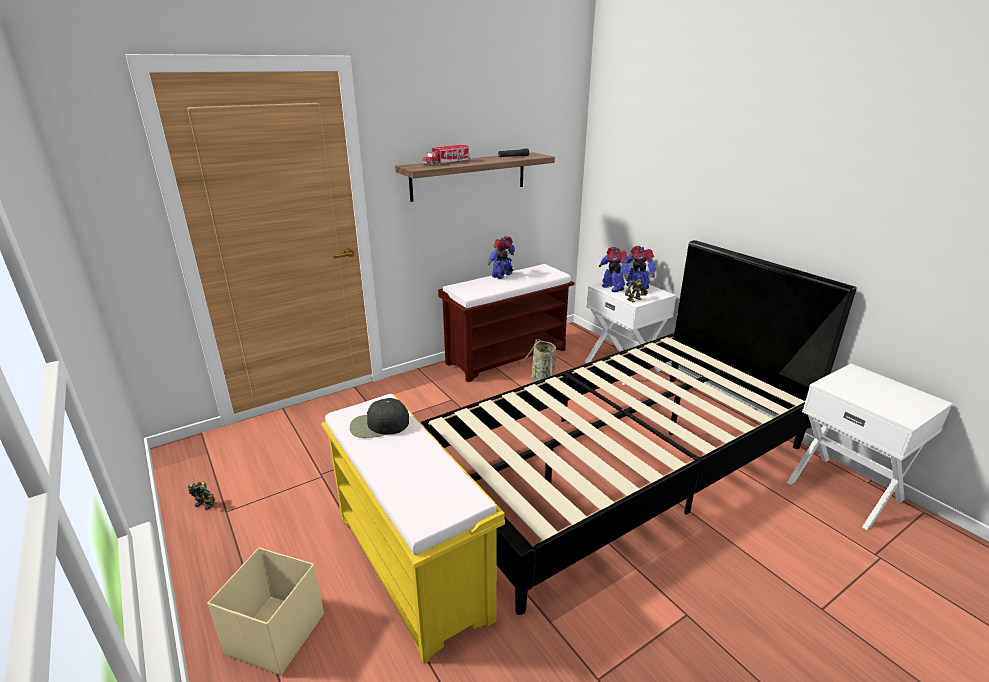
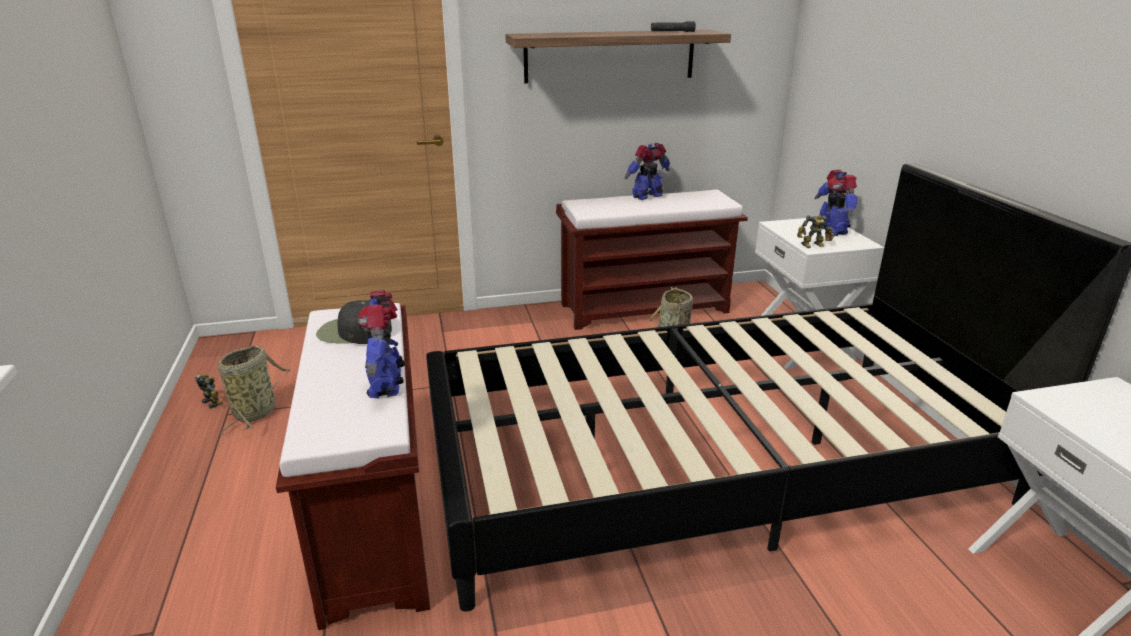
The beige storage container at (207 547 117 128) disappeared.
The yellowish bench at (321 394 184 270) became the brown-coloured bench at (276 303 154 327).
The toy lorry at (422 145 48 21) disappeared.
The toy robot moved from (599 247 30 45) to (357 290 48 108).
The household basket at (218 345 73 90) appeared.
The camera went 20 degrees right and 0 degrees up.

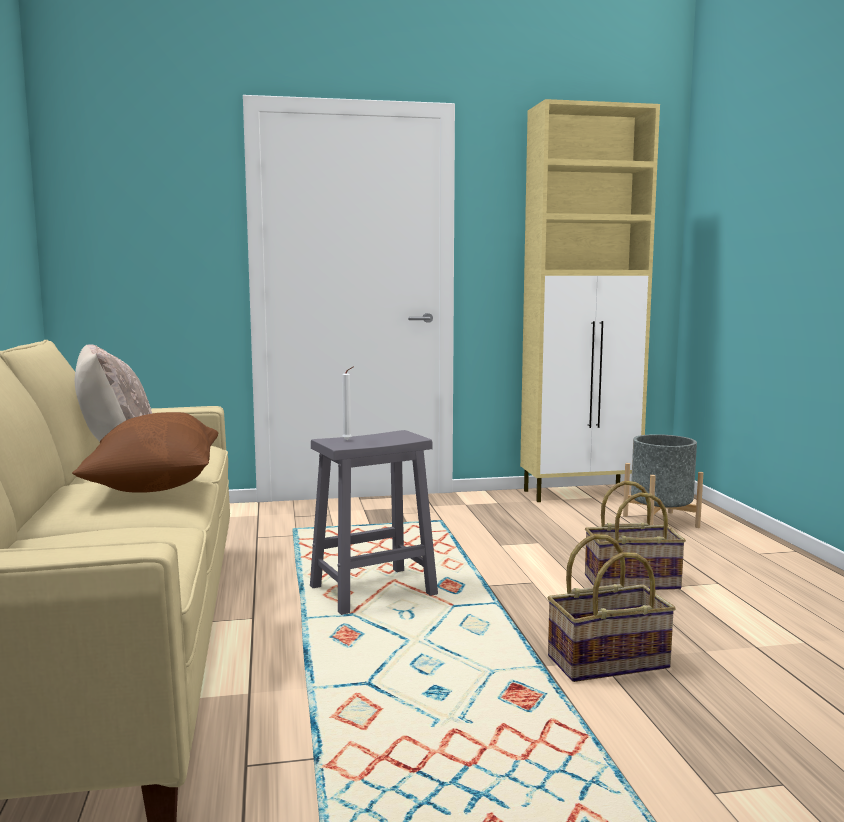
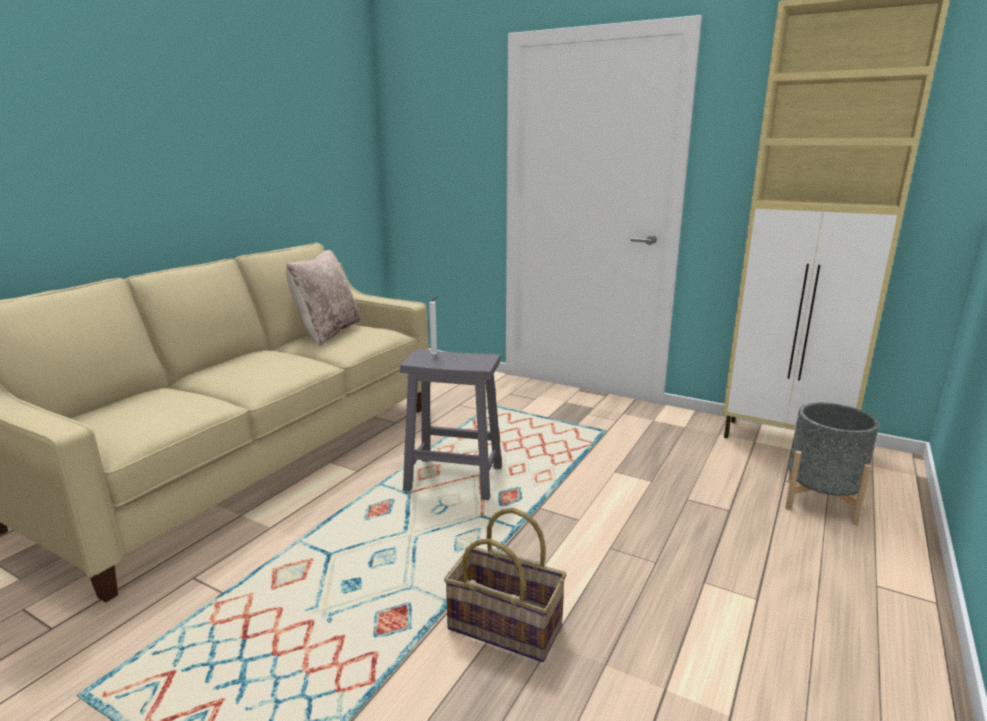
The brown-coloured throw pillow at (72 412 146 81) disappeared.
The household basket at (585 481 101 109) disappeared.
The camera went 40 degrees right and 10 degrees up.

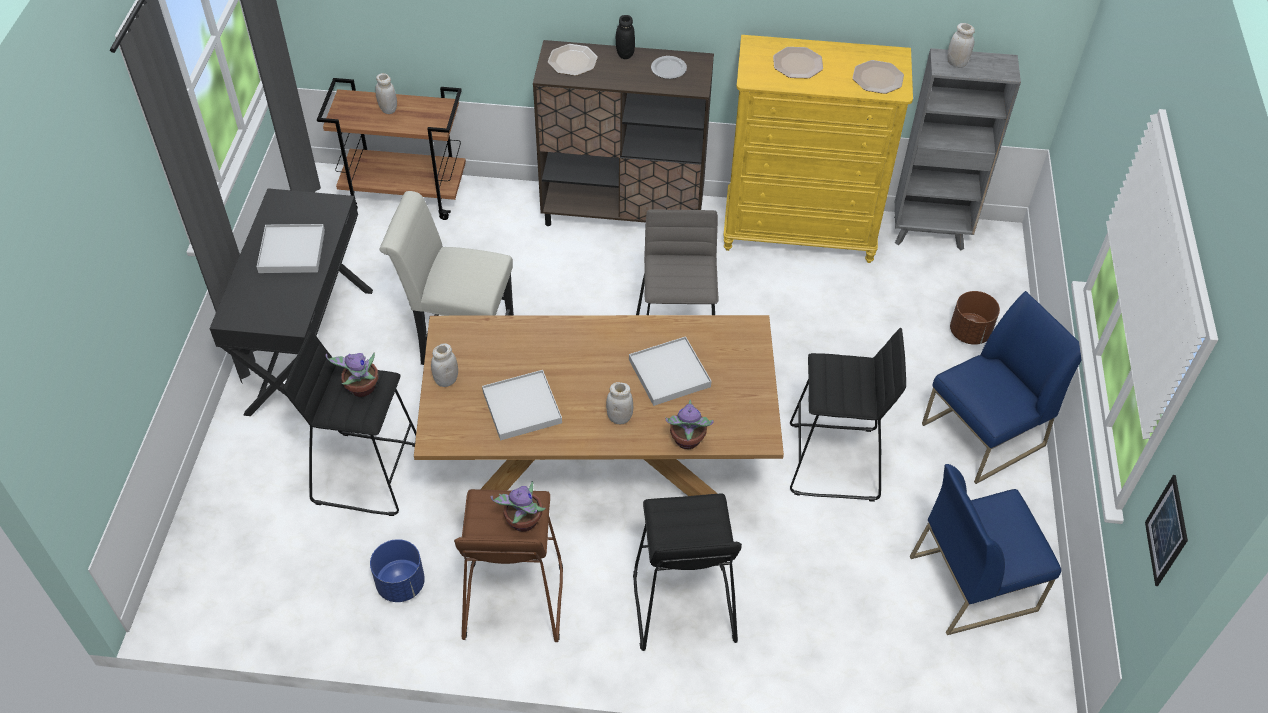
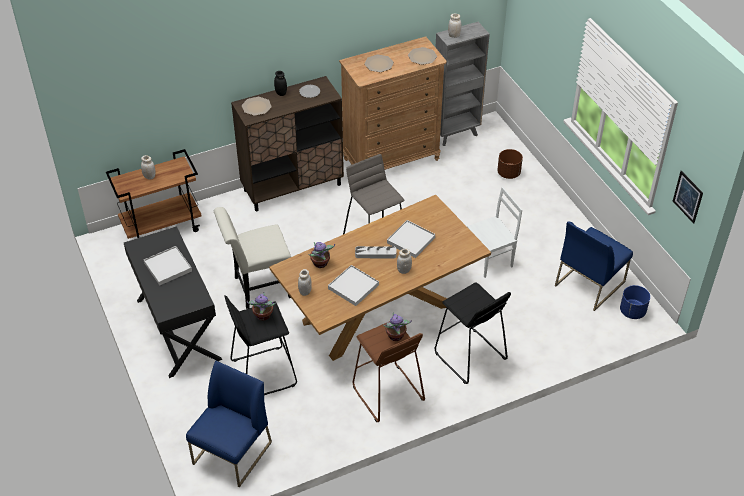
The bluish flower pot moved from (370 539 55 63) to (620 285 30 34).
The potted plant moved from (665 400 49 49) to (308 242 27 26).
The yellowish dresser at (724 35 189 228) became the brown-coloured dresser at (339 37 107 133).
The black-coloured stool at (790 328 116 174) was replaced by the whitish chair at (467 187 55 91).
The bluish chair moved from (922 291 159 193) to (186 361 86 126).
The grey serving tray at (355 246 41 12) appeared.
The camera went 30 degrees left and 5 degrees down.

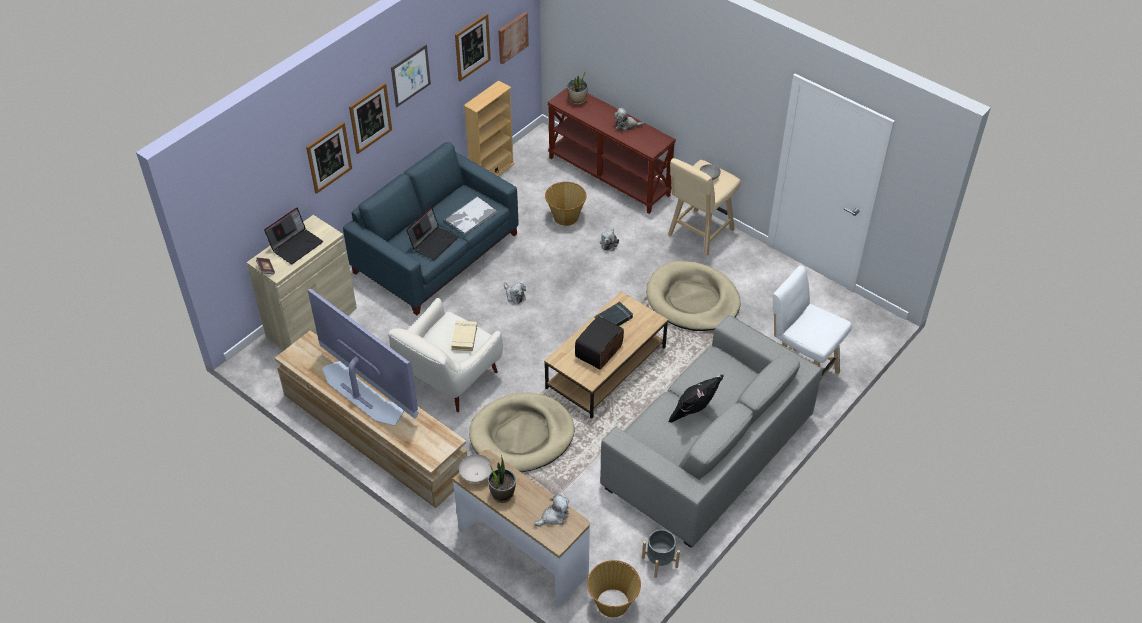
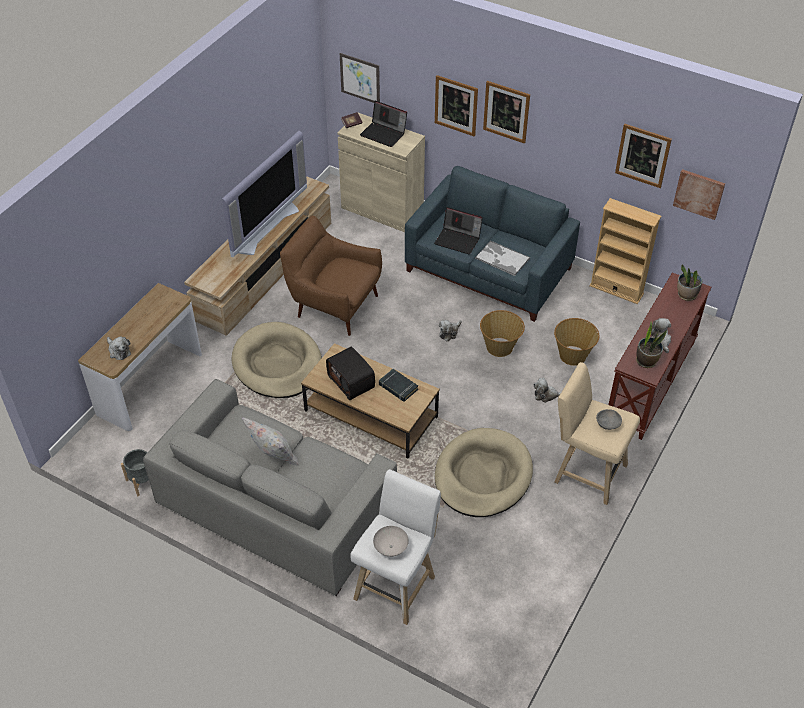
The whitish easy chair at (388 298 115 114) became the brown-coloured easy chair at (280 216 102 120).
The picture moved from (391 44 40 63) to (340 53 40 50).
The beige book at (451 320 26 31) disappeared.
The whitish deep dish moved from (459 454 33 29) to (373 526 36 31).
The potted plant moved from (488 455 28 48) to (636 322 31 46).
The radio set at (575 316 49 54) turned 150 degrees counterclockwise.
The household basket moved from (587 560 54 57) to (480 310 45 47).
The black-coloured throw pillow at (669 375 55 47) became the whitish throw pillow at (242 417 57 49).
The camera went 80 degrees right and 0 degrees up.

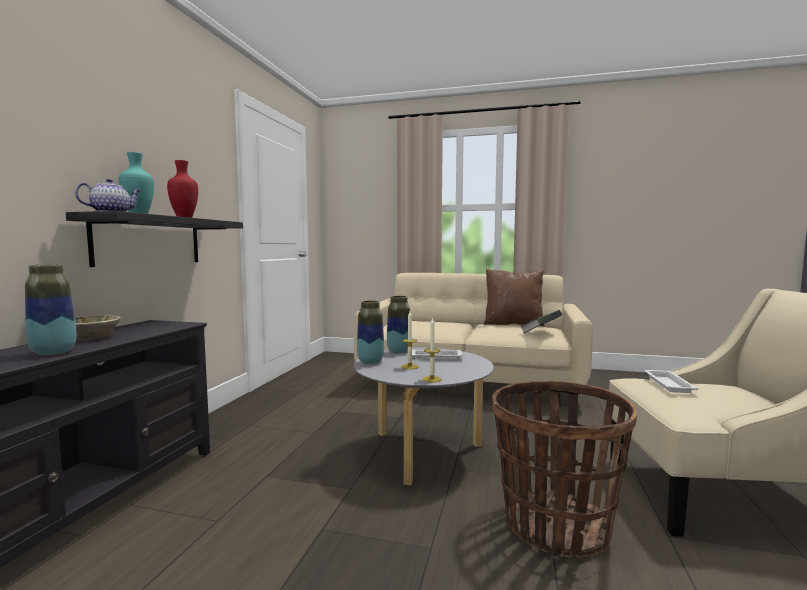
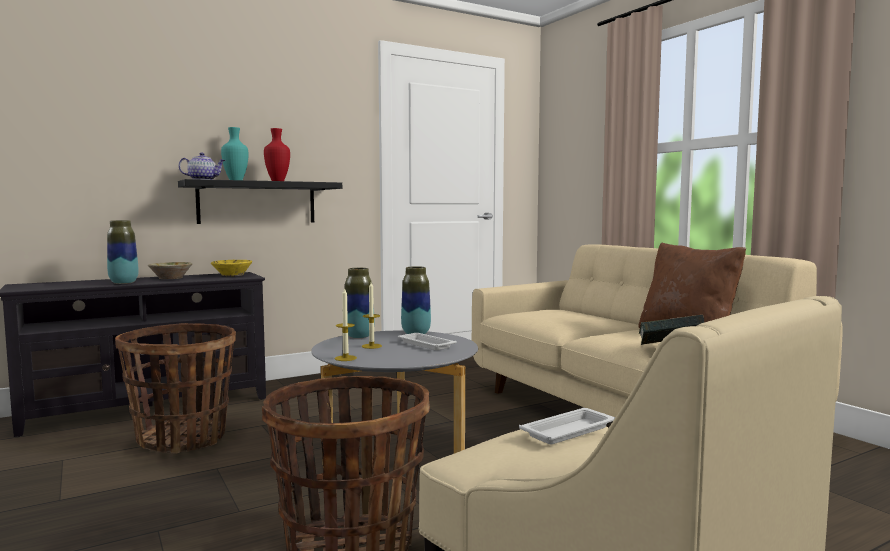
The household basket at (115 323 121 131) appeared.
The yellowish deep dish at (211 260 41 16) appeared.
The camera went 45 degrees right and 0 degrees up.

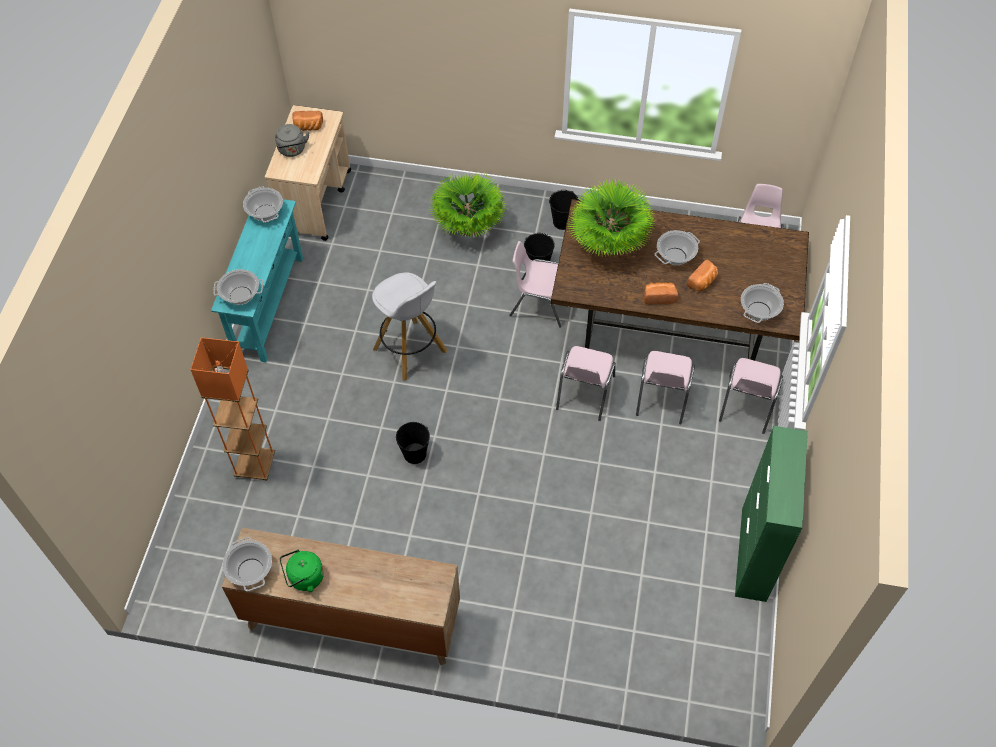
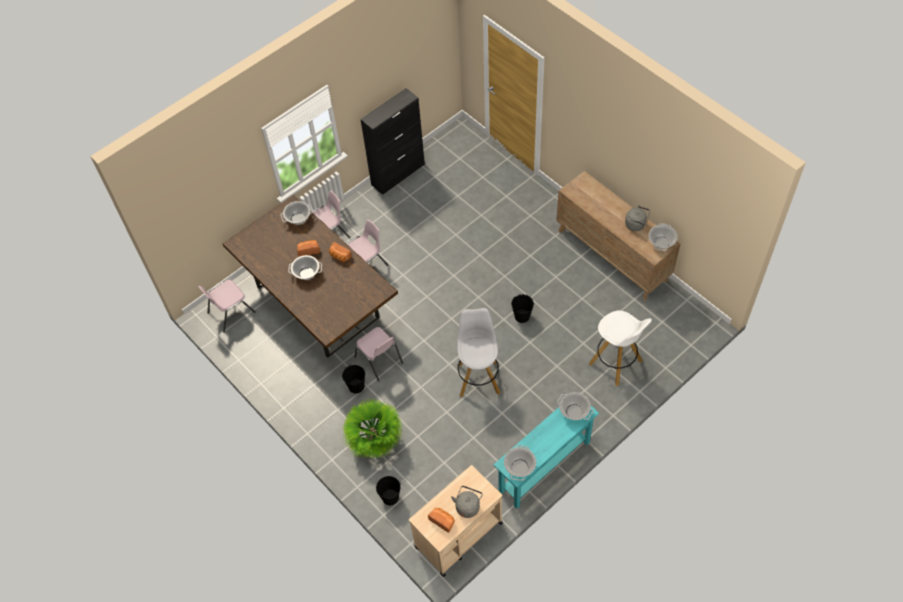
The orange-coloured floor lamp at (190 337 85 144) was replaced by the whitish stool at (589 311 63 75).
The green-coloured kettle at (280 550 44 42) became the grey kettle at (625 205 25 26).
The black-coloured water bucket moved from (549 190 30 40) to (376 476 25 29).
The pink chair at (556 346 60 75) disappeared.
The potted plant at (567 179 88 77) disappeared.
The green-coloured cupboard at (735 426 73 176) became the black-coloured cupboard at (361 88 64 107).
The camera went 140 degrees left and 0 degrees up.

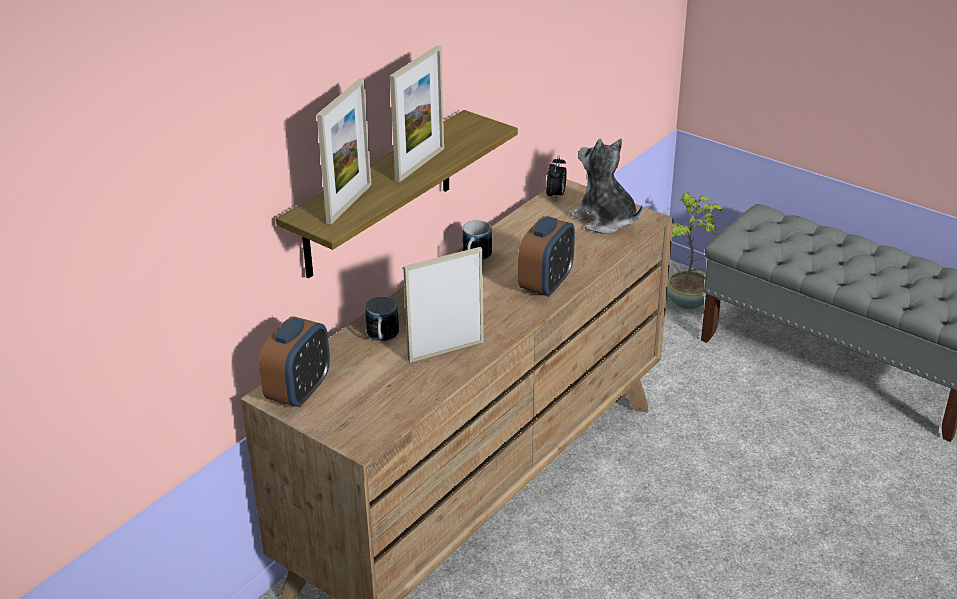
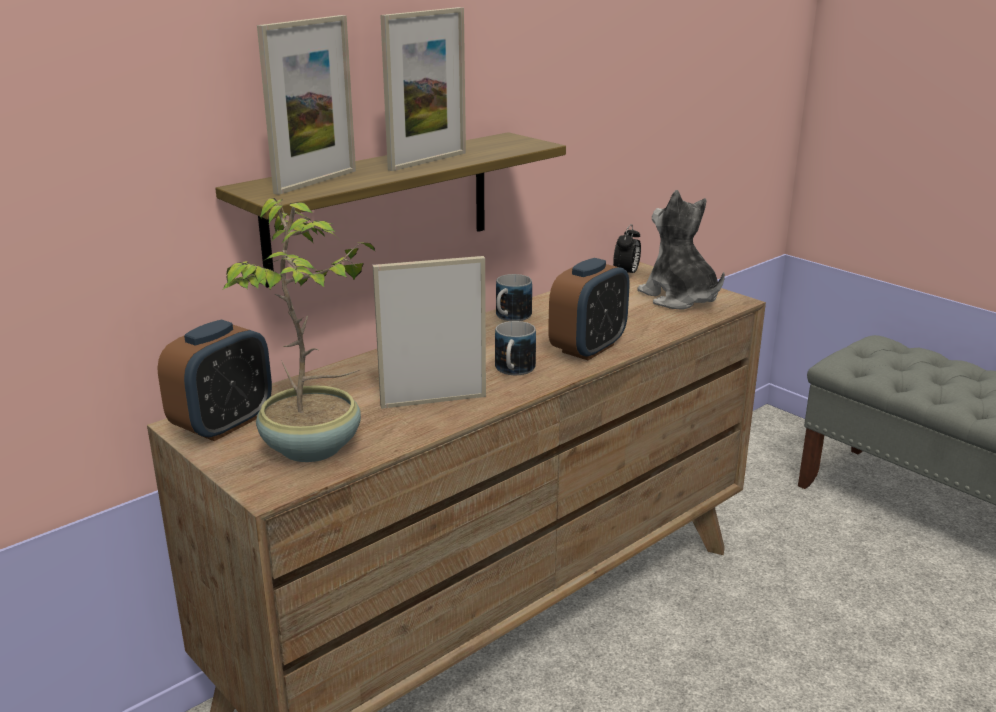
The tea mug moved from (365 297 34 45) to (495 321 41 54).
The potted plant moved from (667 192 57 117) to (223 198 152 264).
The camera went 10 degrees right and 10 degrees down.

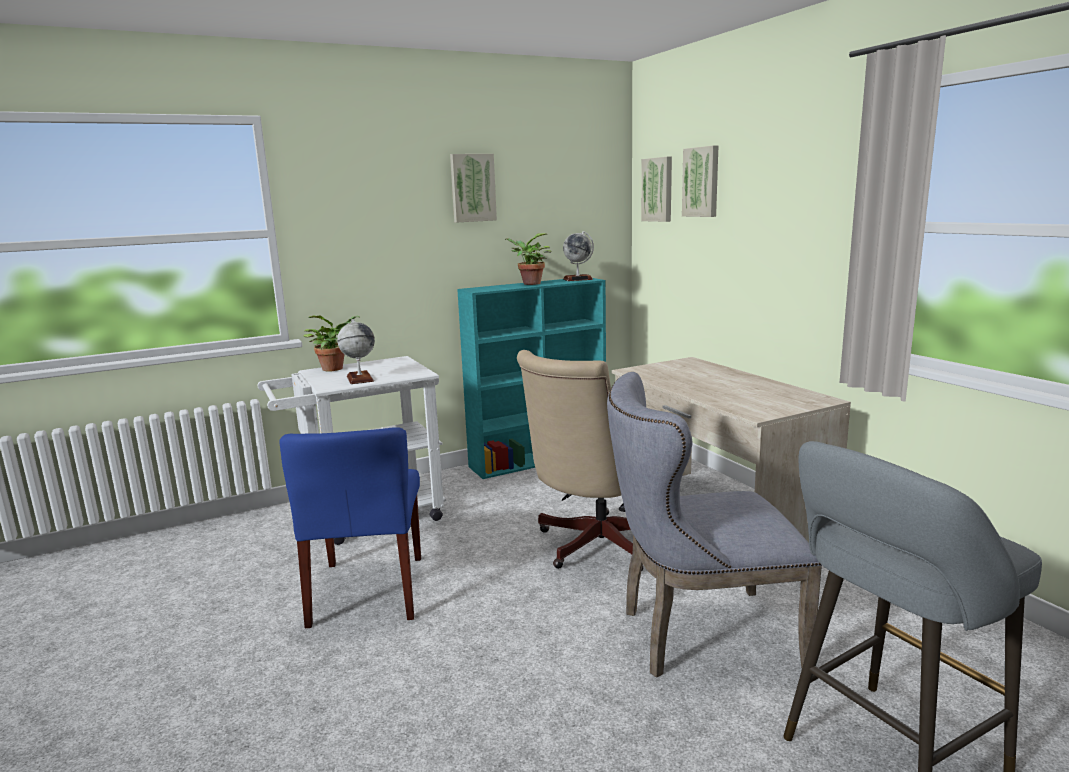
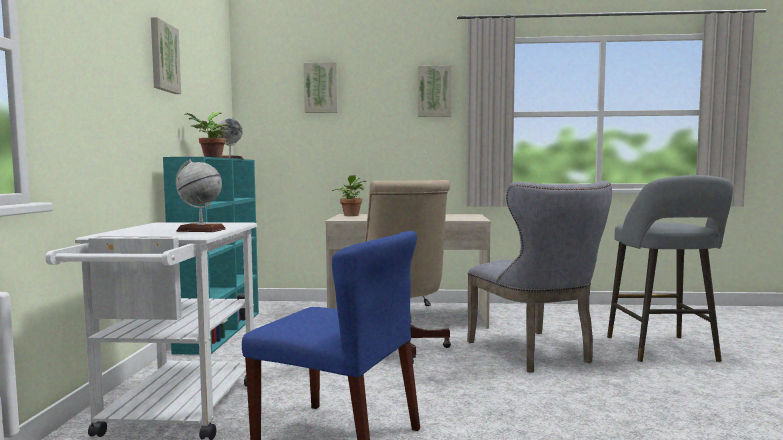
The potted plant moved from (303 315 57 56) to (332 175 34 41).
The grey chair at (607 372 215 306) turned 45 degrees counterclockwise.
The picture moved from (641 157 31 65) to (418 65 34 52).
The camera went 60 degrees left and 10 degrees down.

